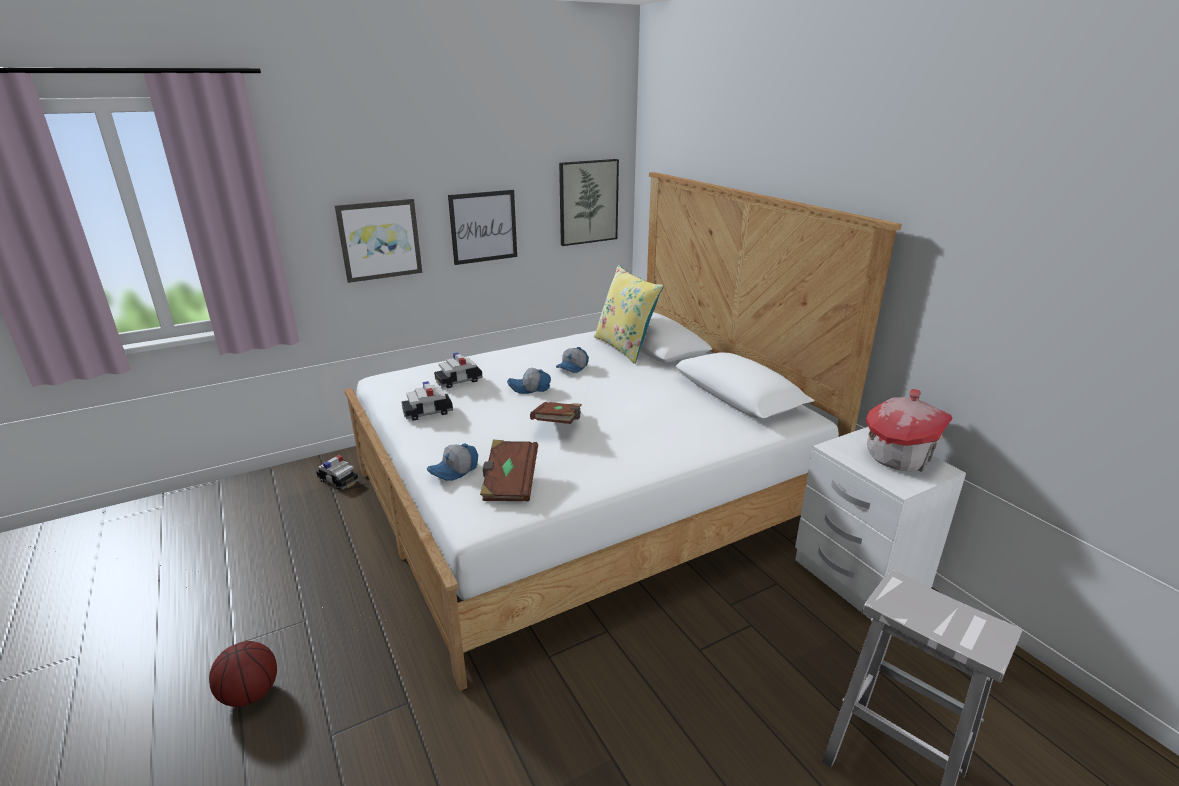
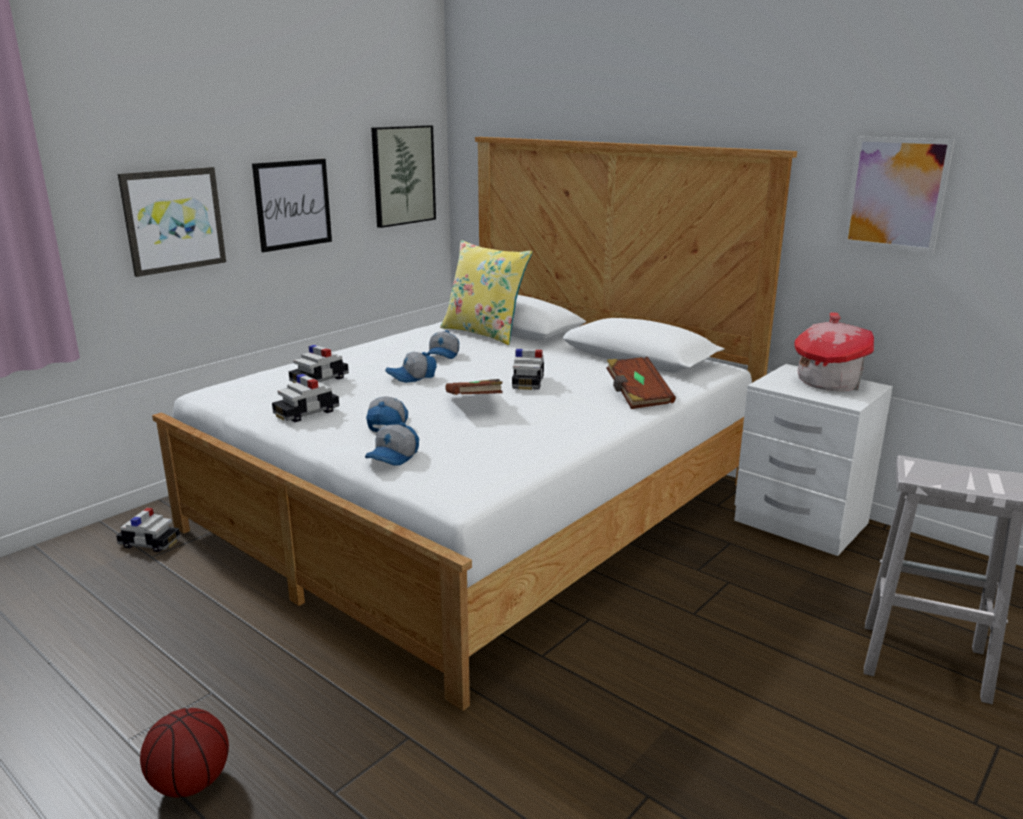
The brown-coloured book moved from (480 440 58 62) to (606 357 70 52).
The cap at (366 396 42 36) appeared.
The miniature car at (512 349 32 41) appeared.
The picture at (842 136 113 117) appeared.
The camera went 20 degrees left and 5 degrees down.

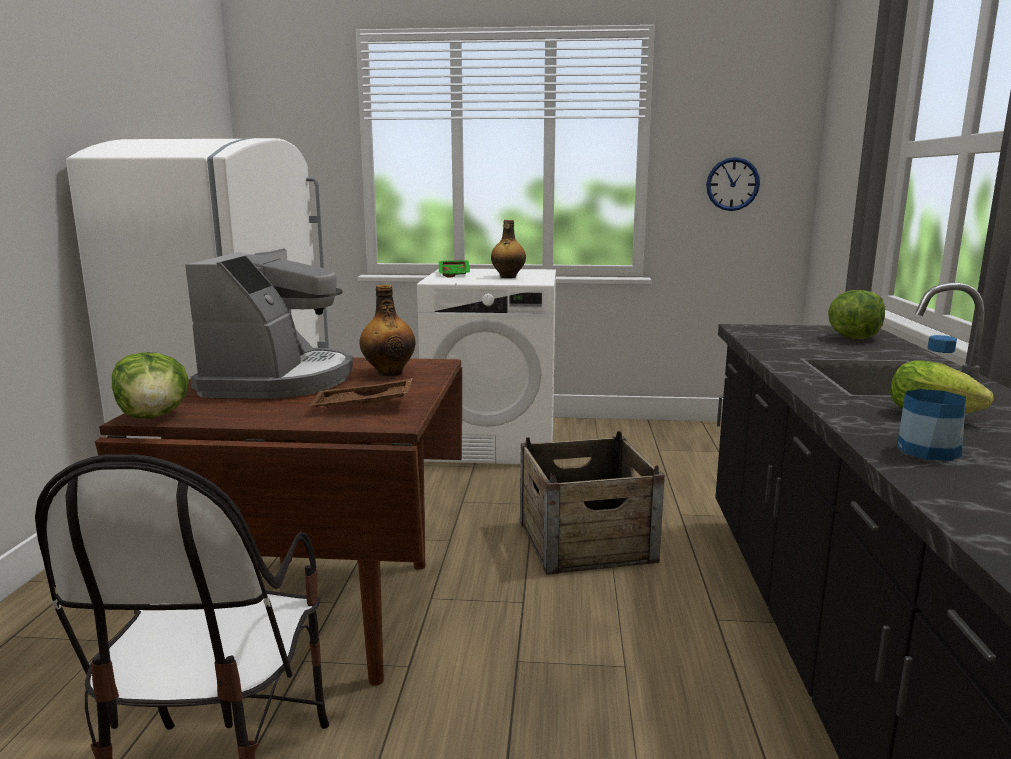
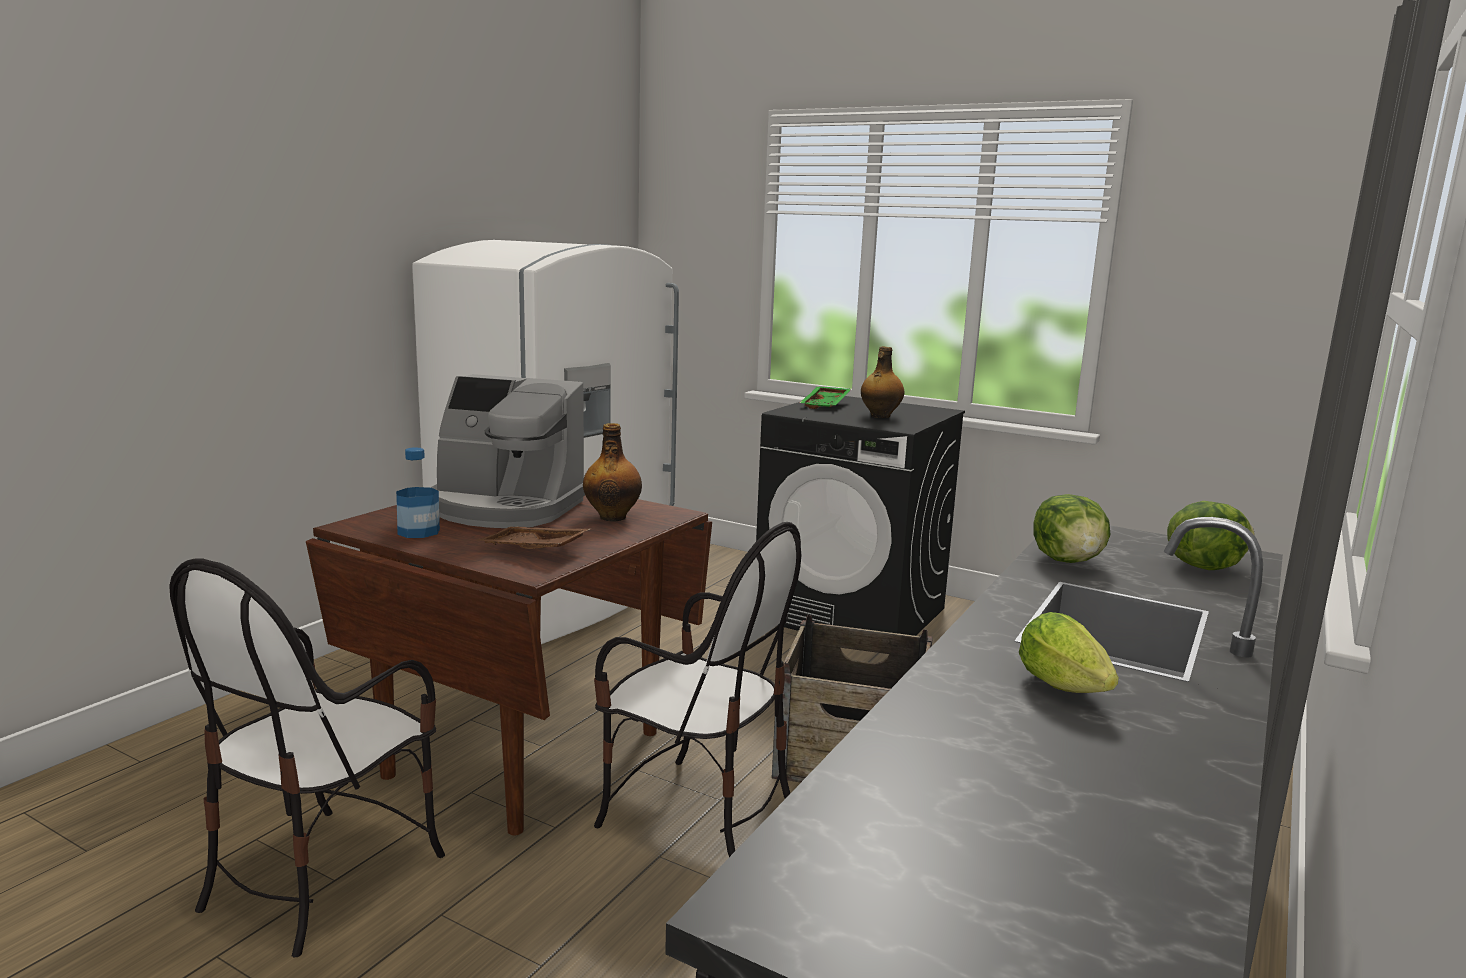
The lettuce moved from (112 352 77 67) to (1033 494 78 69).
The coffee brewer at (185 252 168 147) turned 75 degrees clockwise.
The whitish washing machine at (417 269 139 195) became the black-coloured washing machine at (756 396 209 240).
The clock on the wall at (706 157 54 54) disappeared.
The beverage bottle moved from (897 335 69 126) to (396 447 44 91).
The chair at (594 522 207 335) appeared.
The camera went 25 degrees right and 0 degrees up.

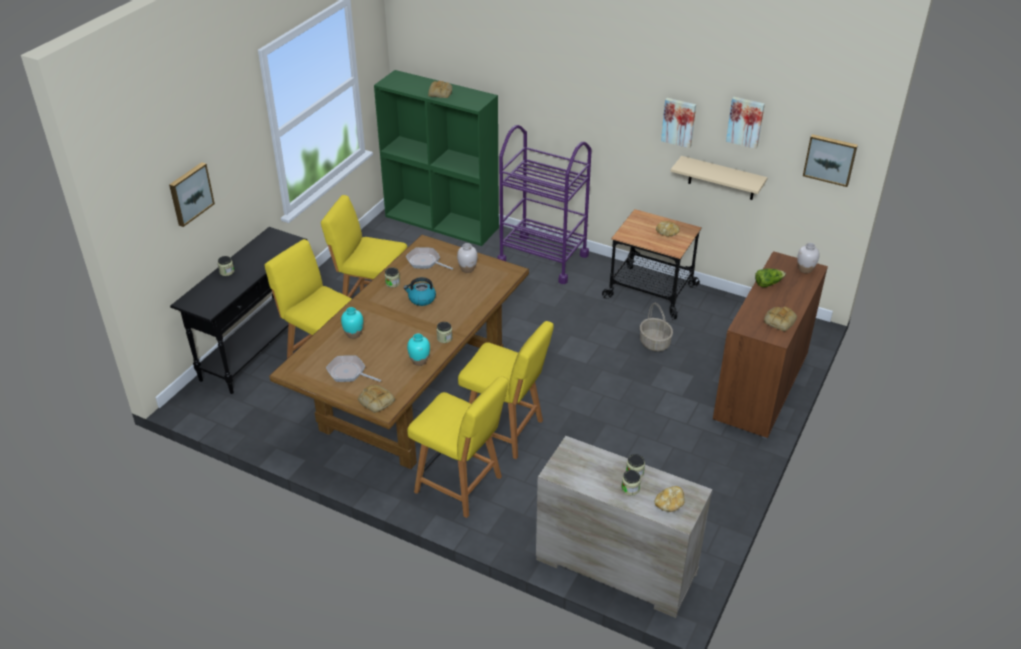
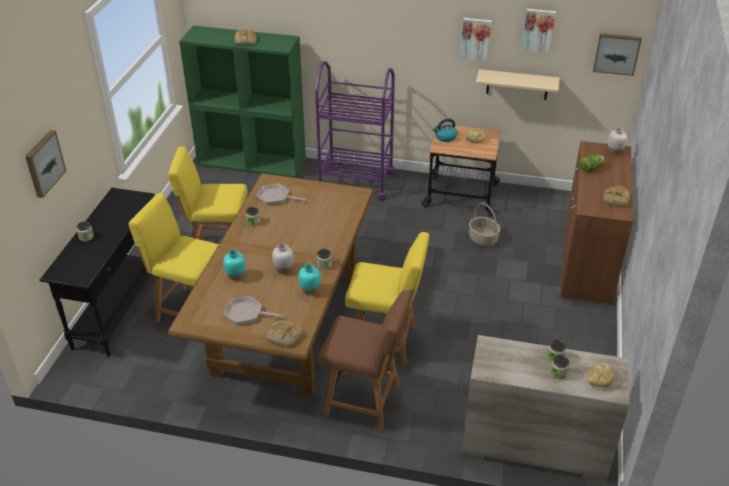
The kettle moved from (403 277 33 29) to (433 118 24 24).
The yellowish chair at (407 376 102 142) became the brown-coloured chair at (318 290 94 141).
The whitish flower vase moved from (457 243 21 30) to (272 243 22 31).
The camera went 15 degrees left and 0 degrees up.

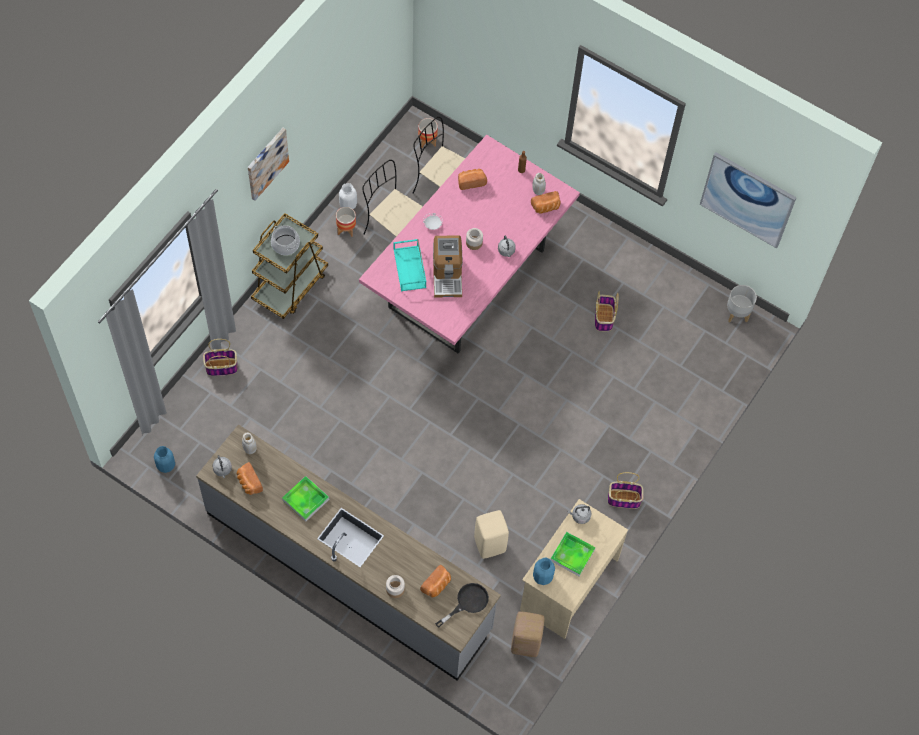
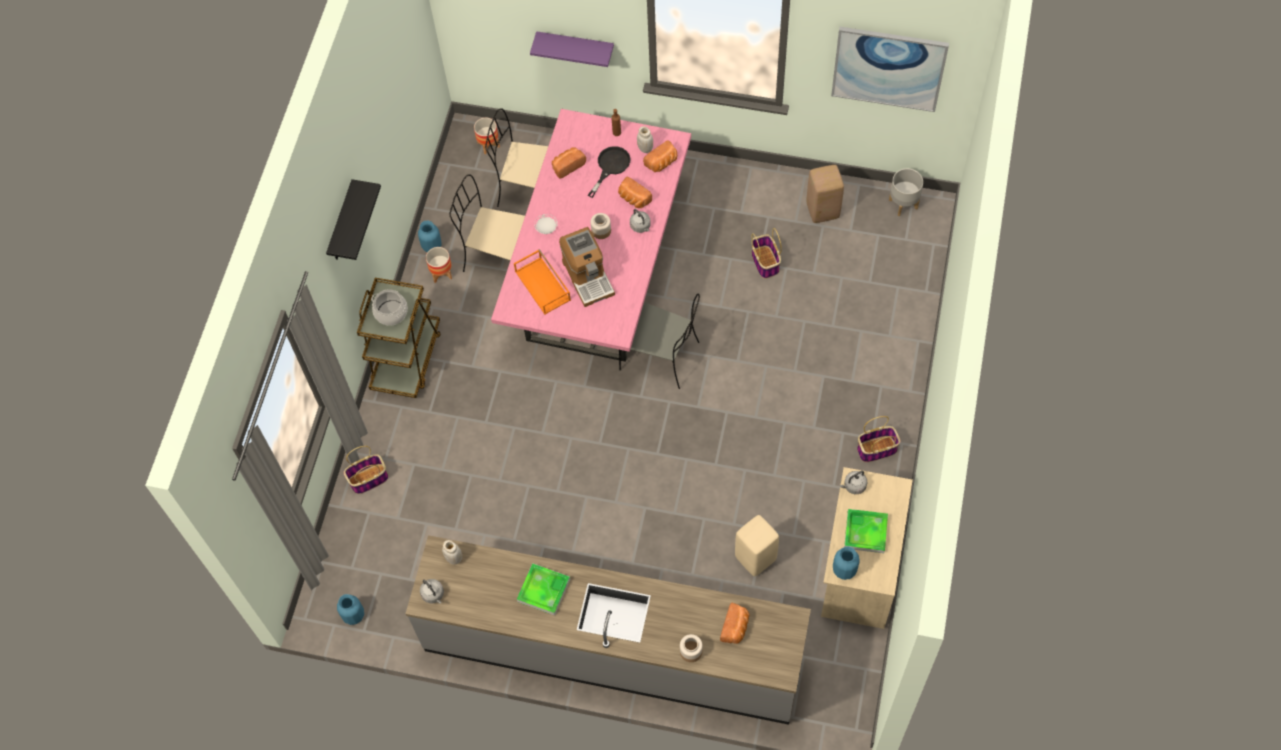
The bakery bread moved from (237 462 26 33) to (618 177 34 31).
The picture at (248 128 41 73) was replaced by the black-coloured shelf at (326 179 55 81).
The whitish flower vase at (339 183 18 26) became the bluish flower vase at (418 220 24 32).
The turquoise-coloured serving tray at (394 239 32 53) became the orange-coloured serving tray at (514 249 57 65).
The black-coloured frying pan moved from (435 583 54 45) to (588 146 42 52).
The beige stool moved from (511 611 33 46) to (806 165 38 58).
The purple shelf at (530 31 84 36) appeared.
The grey chair at (619 294 81 95) appeared.
The camera went 15 degrees left and 0 degrees up.

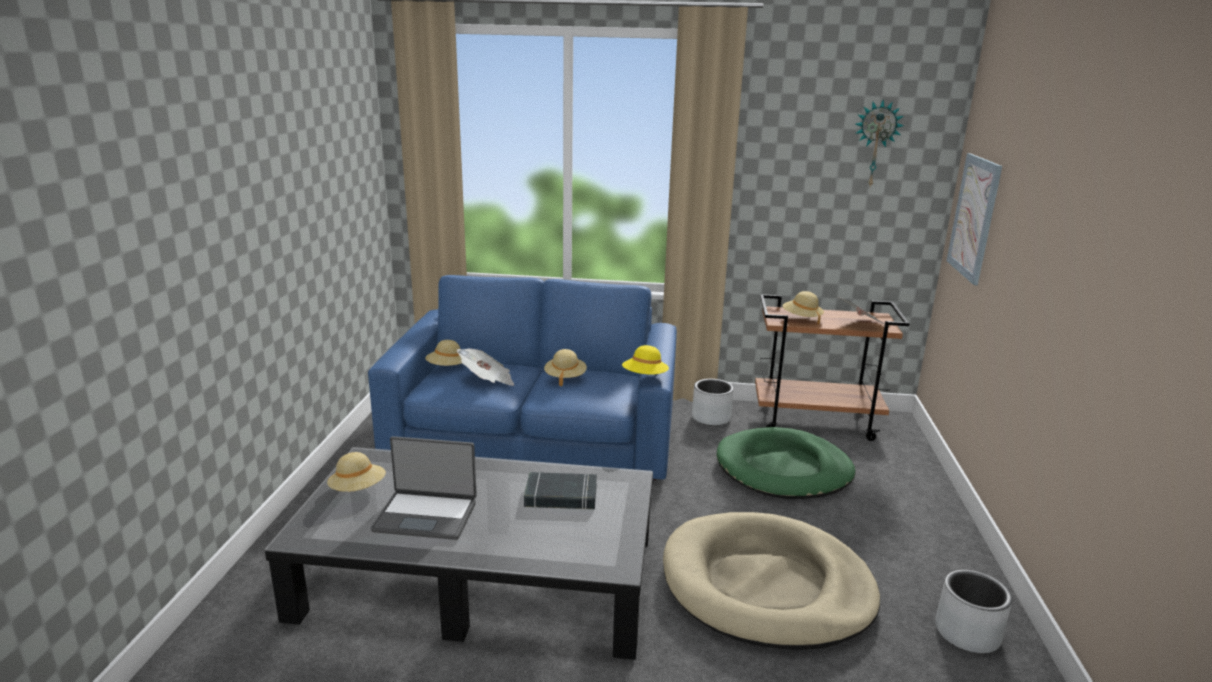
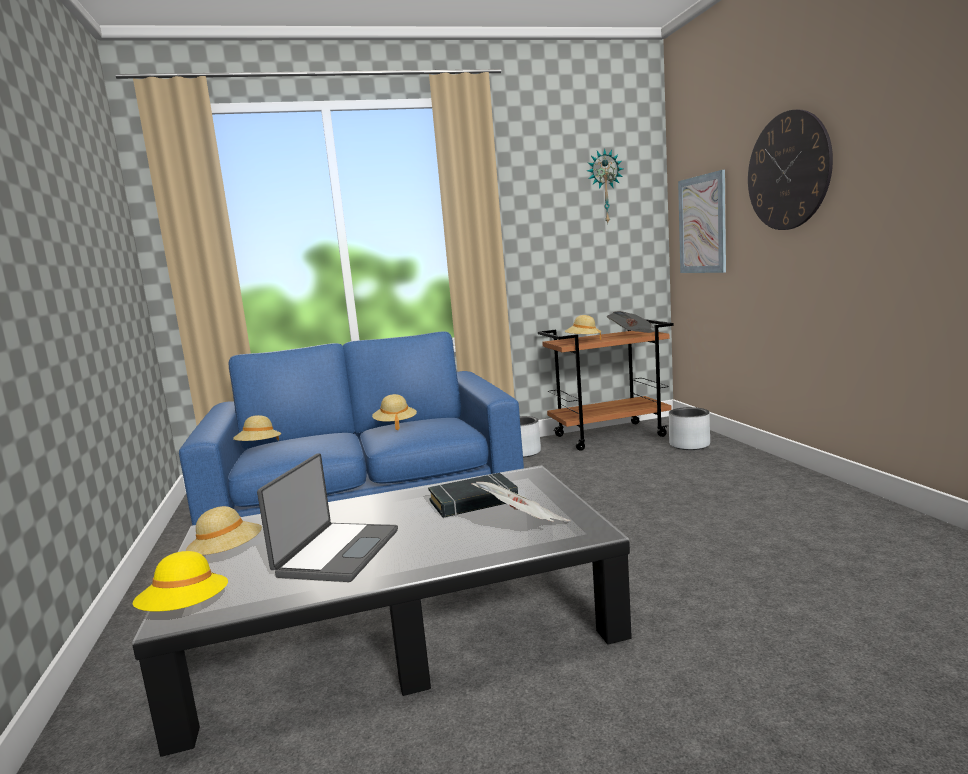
The laptop at (371 436 106 104) turned 60 degrees counterclockwise.
The printed paper moved from (457 349 57 37) to (471 482 100 40).
The yellowish hat moved from (622 345 47 30) to (133 551 95 60).
The beige dog bed at (663 512 217 138) disappeared.
The green-coloured dog bed at (716 427 139 72) disappeared.
The grey flower pot moved from (935 570 77 83) to (669 407 41 43).
The clock on the wall at (748 110 85 120) appeared.
The camera went 20 degrees left and 10 degrees down.

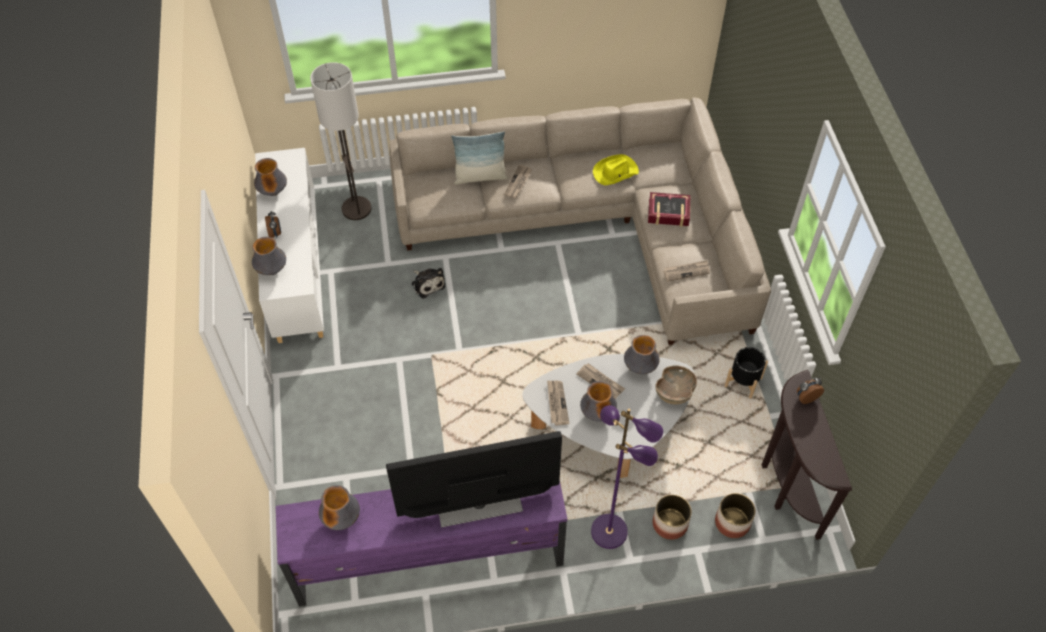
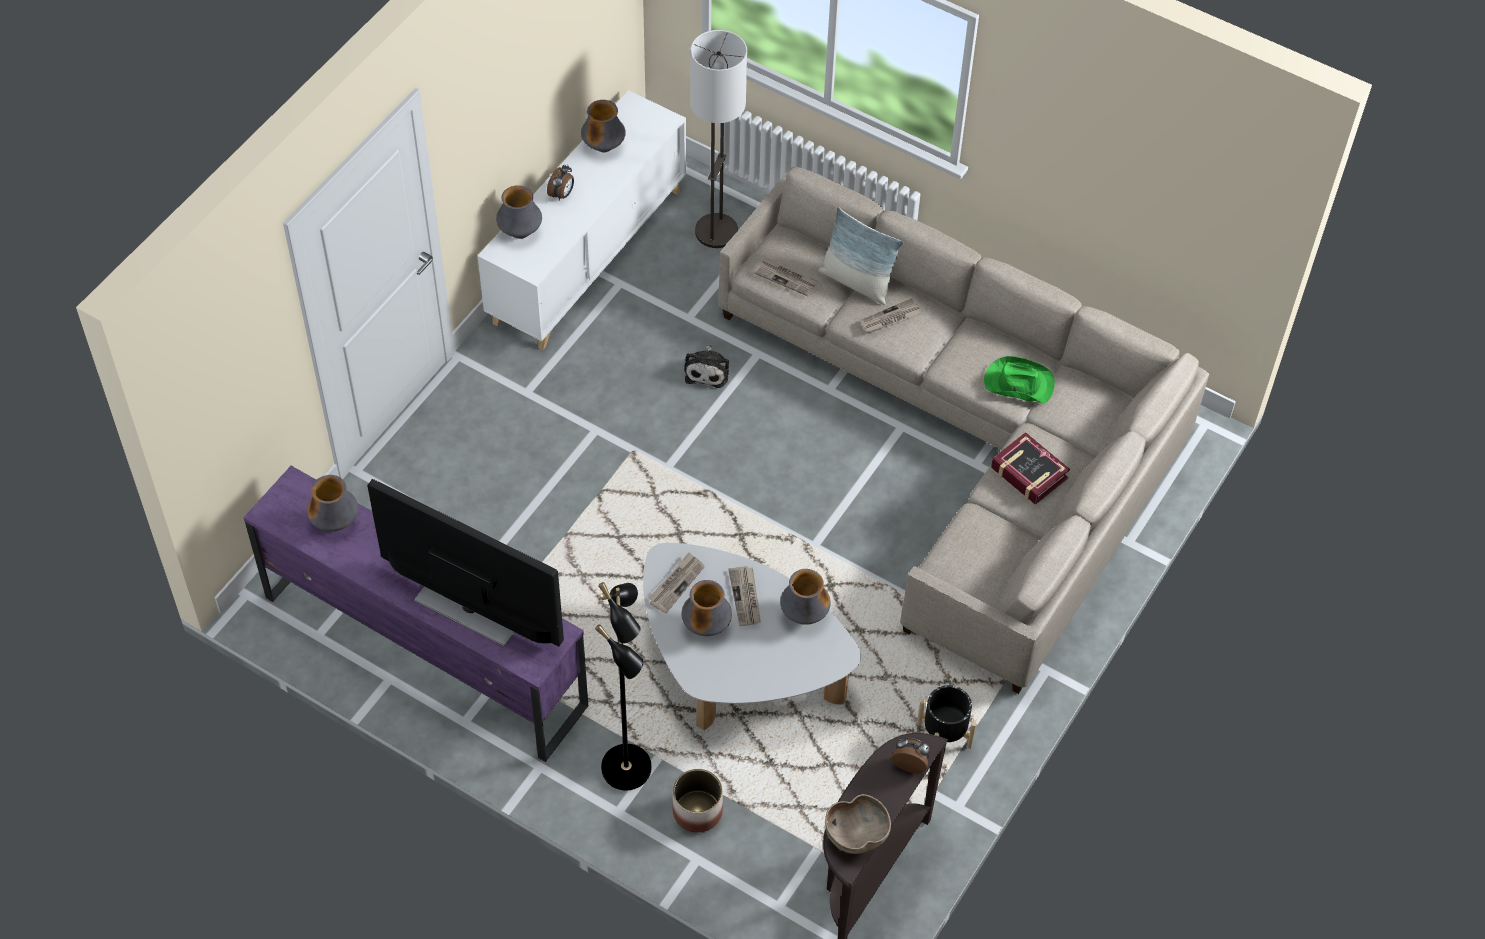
The purple floor lamp at (591 405 72 144) became the black-coloured floor lamp at (595 582 57 208).
The yellowish hat at (593 154 46 31) became the green-coloured hat at (984 356 71 48).
The brown-coloured deep dish moved from (655 365 42 40) to (825 794 66 60).
The printed paper moved from (663 260 47 22) to (754 258 65 38).
The flower pot at (715 493 41 45) disappeared.
The camera went 40 degrees right and 0 degrees up.

